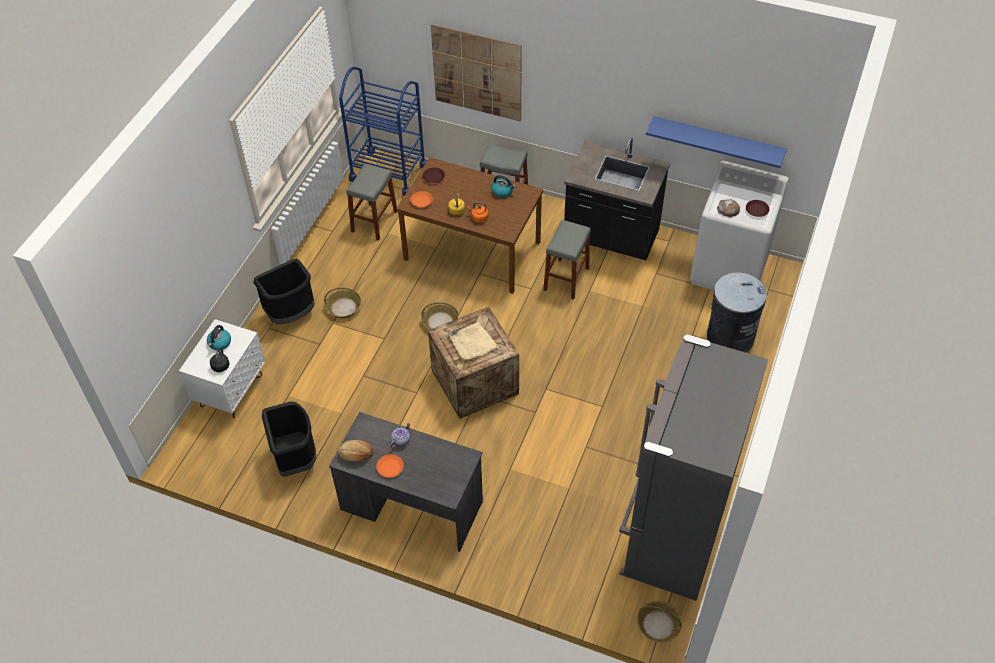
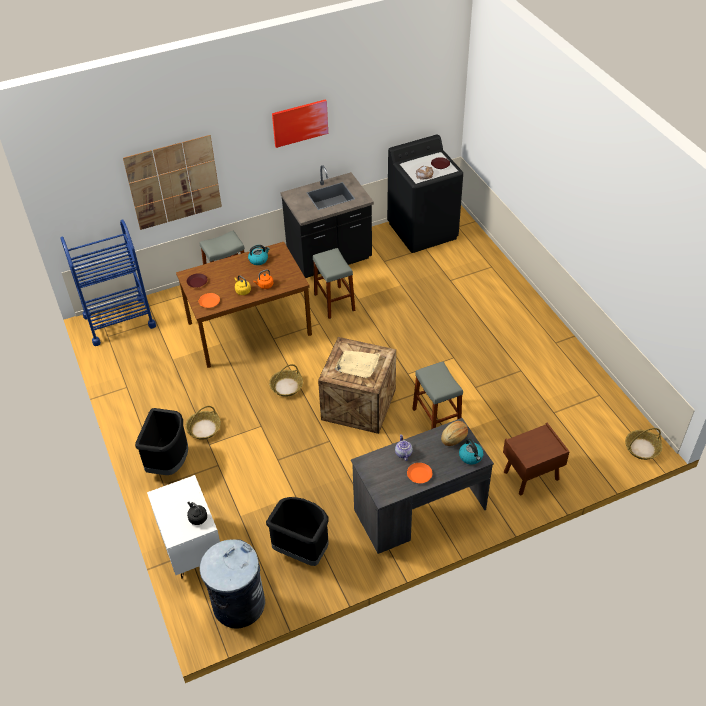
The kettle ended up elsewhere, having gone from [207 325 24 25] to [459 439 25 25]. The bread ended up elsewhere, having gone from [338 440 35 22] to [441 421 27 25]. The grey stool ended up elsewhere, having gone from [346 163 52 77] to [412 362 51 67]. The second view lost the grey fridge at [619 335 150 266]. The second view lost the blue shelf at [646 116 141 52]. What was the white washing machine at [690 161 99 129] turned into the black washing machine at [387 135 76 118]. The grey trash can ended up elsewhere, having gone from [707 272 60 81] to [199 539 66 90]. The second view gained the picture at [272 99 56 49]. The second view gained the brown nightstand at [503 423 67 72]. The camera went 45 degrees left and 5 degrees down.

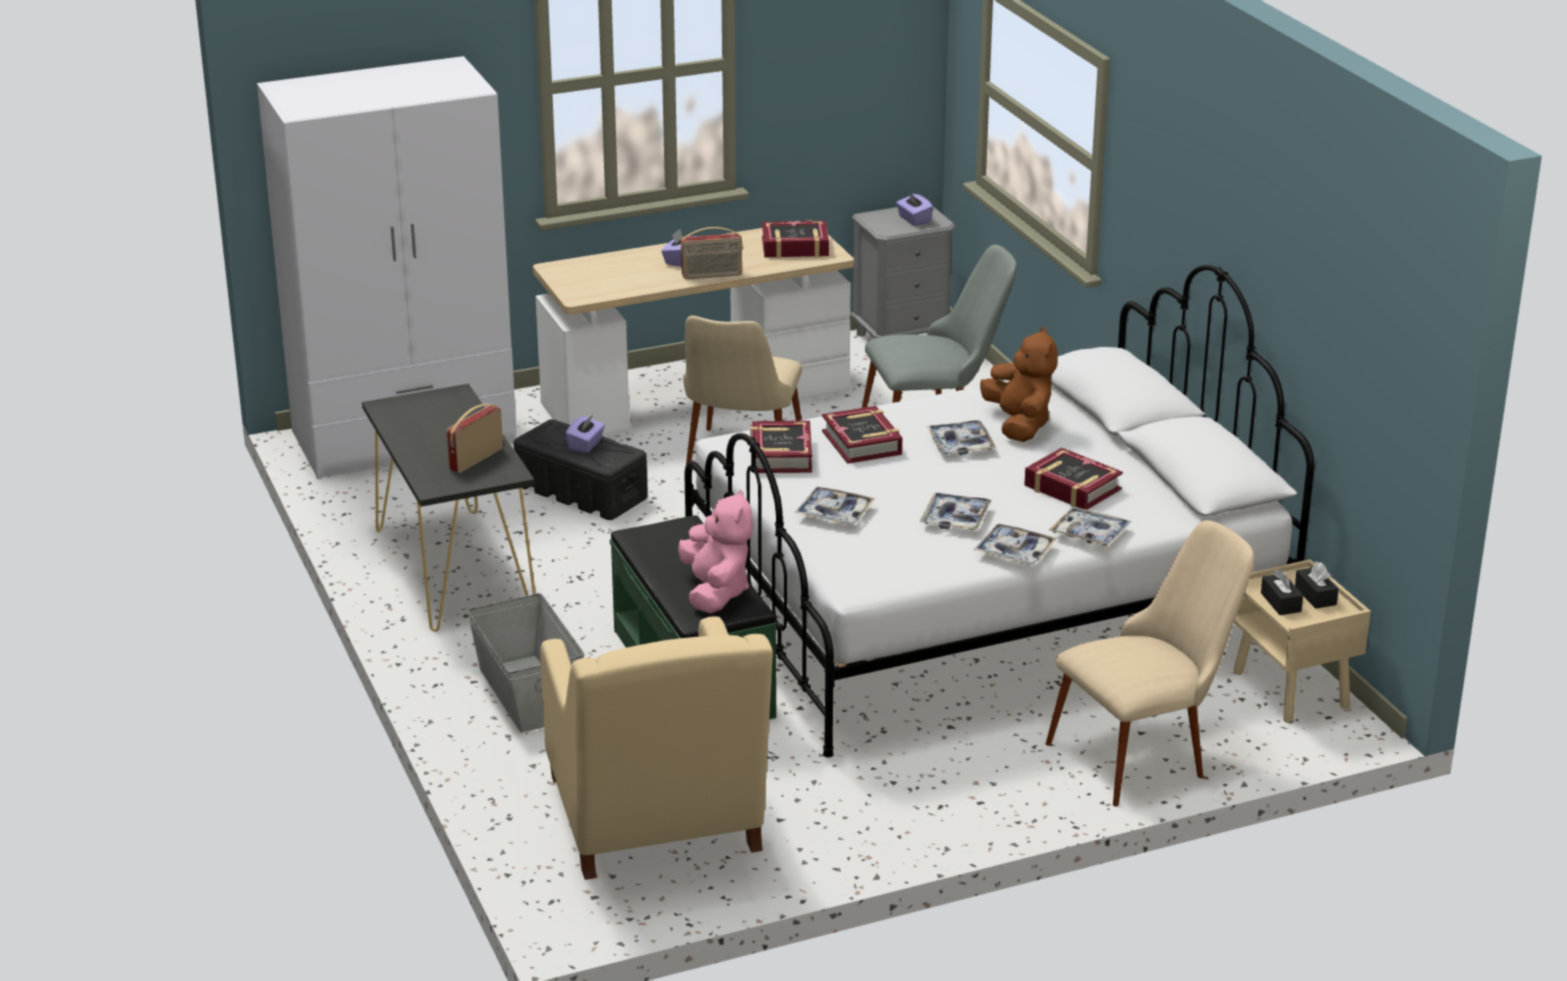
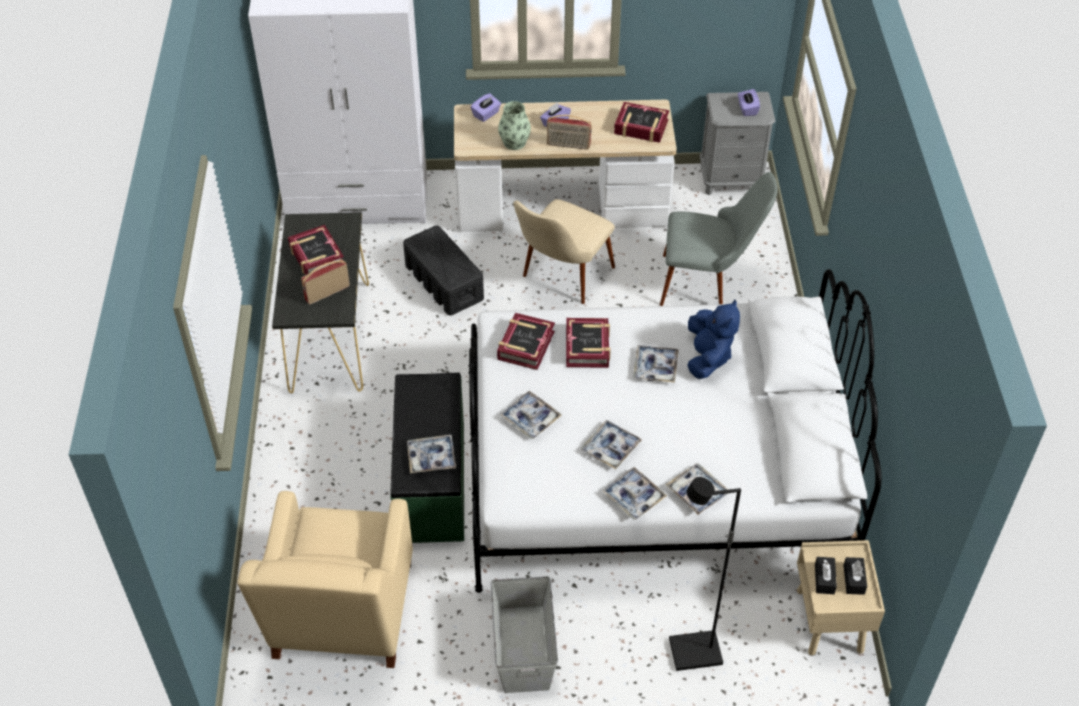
The grey storage box ended up elsewhere, having gone from [467 593 118 140] to [491 576 67 117]. The purple tissue box ended up elsewhere, having gone from [565 415 40 38] to [471 93 30 29]. Where the pink plush toy stood at [678 489 75 125], the tray came to stand at [407 435 49 38]. What was the brown plush toy at [980 327 78 115] turned into the blue plush toy at [687 300 53 79]. The book ended up elsewhere, having gone from [1024 448 99 62] to [288 225 56 50]. Where the beige chair stood at [1046 520 208 287], the black floor lamp came to stand at [669 477 72 194]. The second view gained the vase at [498 101 33 49]. The camera went 20 degrees right and 20 degrees up.

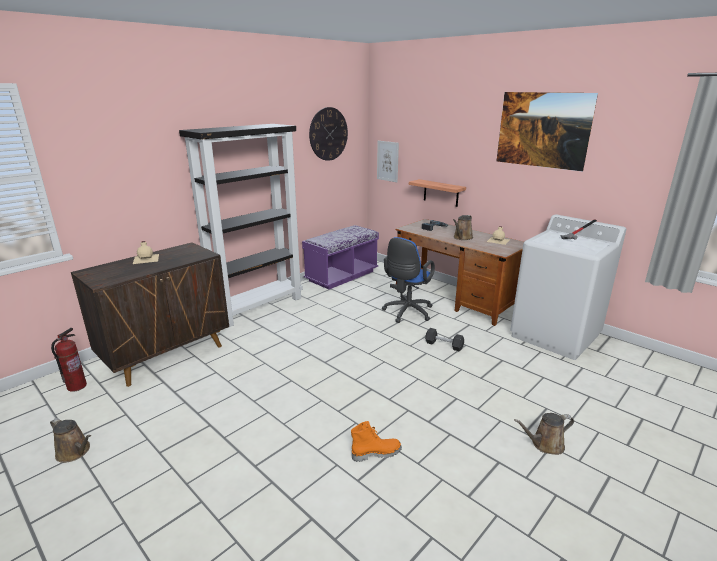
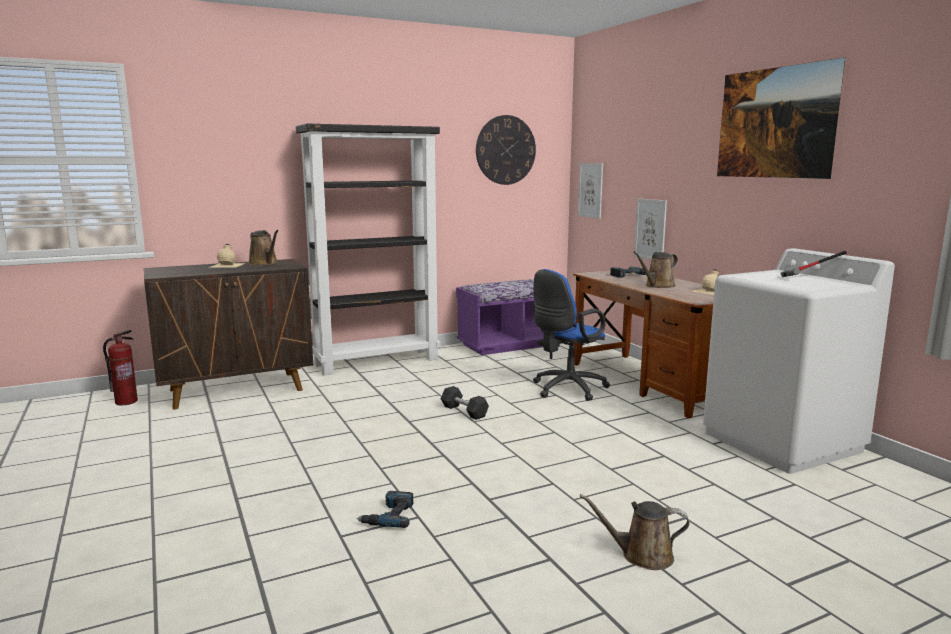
The brown watering can ended up elsewhere, having gone from [50 418 41 45] to [248 230 31 36]. Where the orange boot stood at [351 421 51 41], the power drill came to stand at [357 491 56 37]. Where the shelf hung at [409 179 57 28], the picture came to hang at [634 198 33 62]. The black dumbbell ended up elsewhere, having gone from [425 328 39 23] to [441 386 48 34]. The camera went 20 degrees right and 10 degrees down.

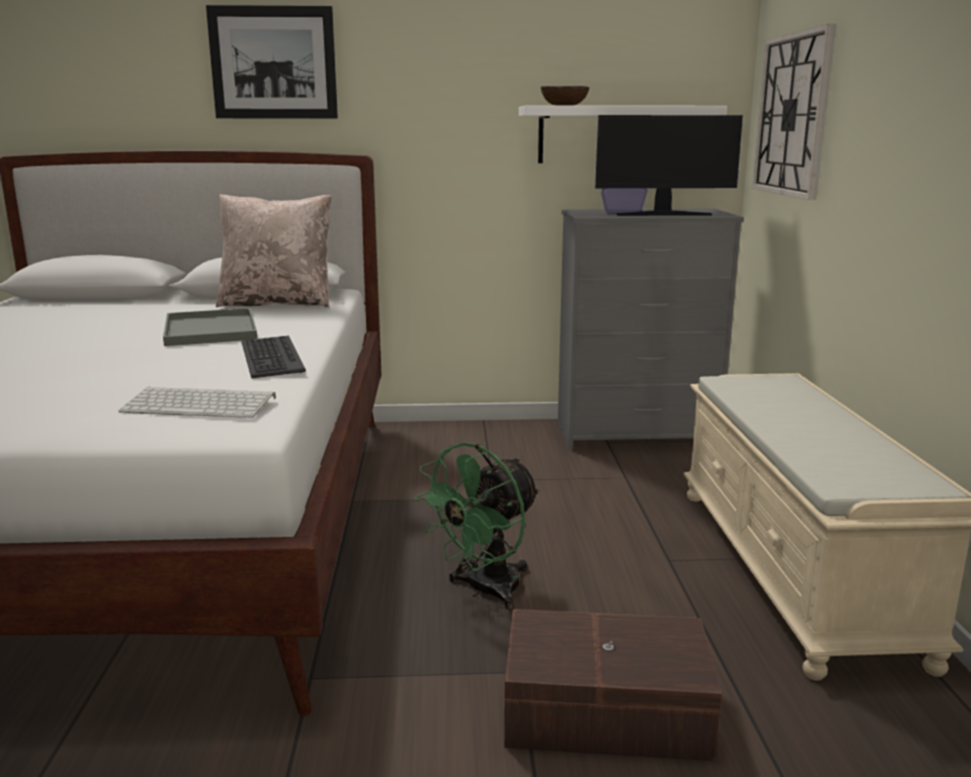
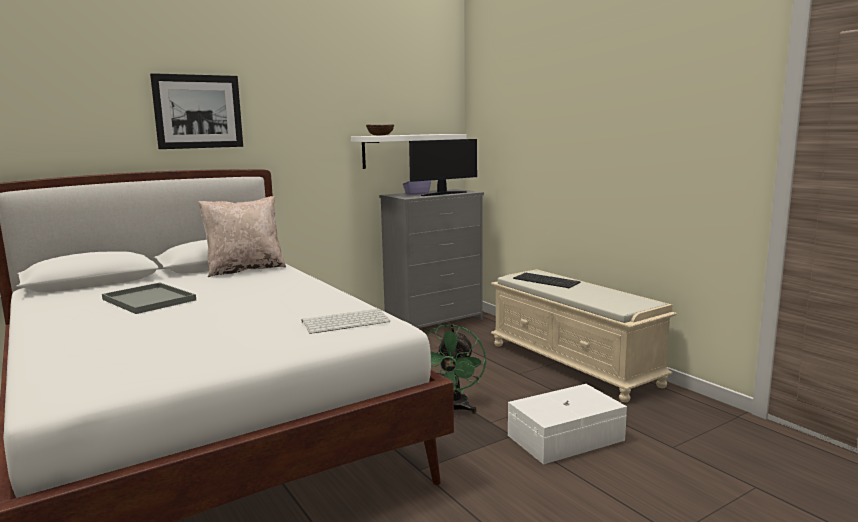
The grey tray ended up elsewhere, having gone from [163 308 94 38] to [102 283 94 31]. The keyboard ended up elsewhere, having gone from [242 336 64 43] to [513 272 68 16]. What was the brown storage box at [504 609 218 152] turned into the white storage box at [508 384 119 81]. The second view lost the wall clock at [752 24 84 176]. The camera went 30 degrees left and 5 degrees down.

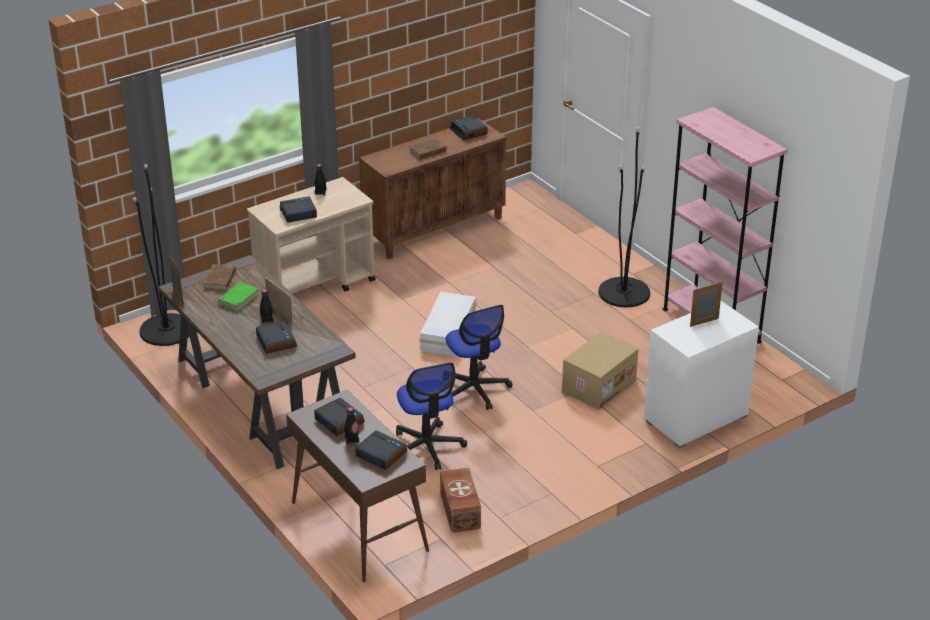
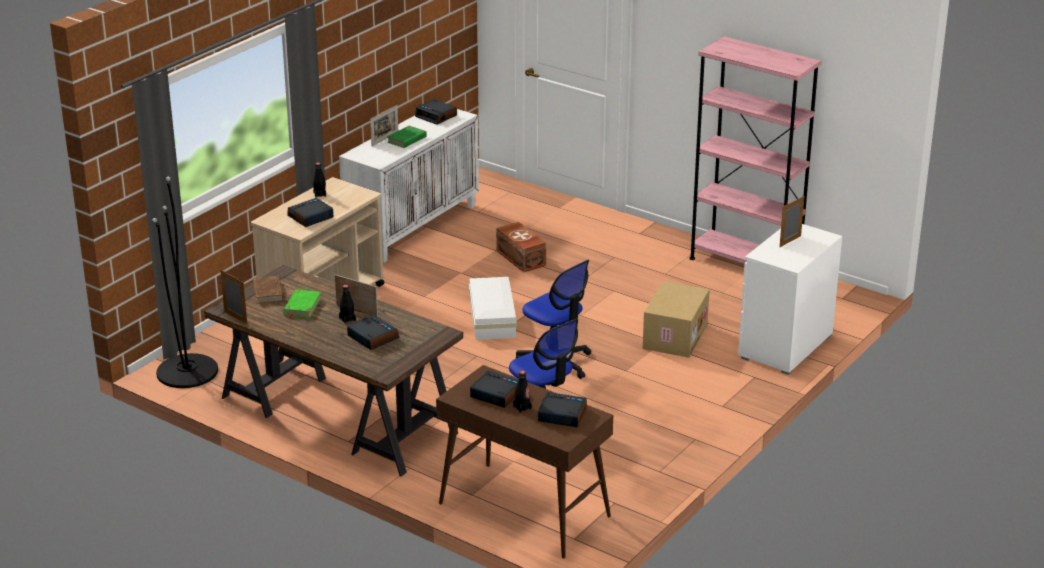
What was the brown cabinet at [359 119 148 140] turned into the white cabinet at [339 109 140 154]. What was the brown book at [409 138 39 22] turned into the green book at [387 126 40 22]. The brown storage box ended up elsewhere, having gone from [440 468 41 65] to [496 222 50 50]. The second view lost the black floor lamp at [598 127 52 180]. The second view gained the picture frame at [370 105 28 42]. The camera went 20 degrees left and 5 degrees down.

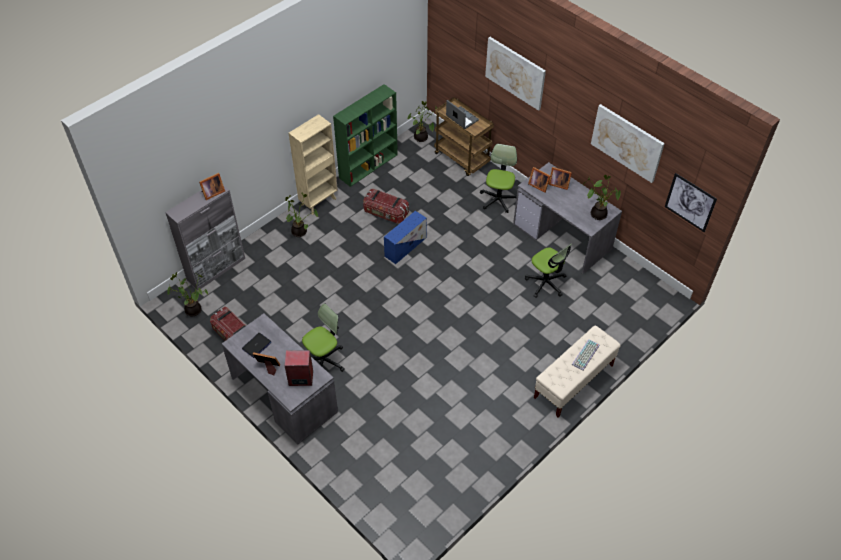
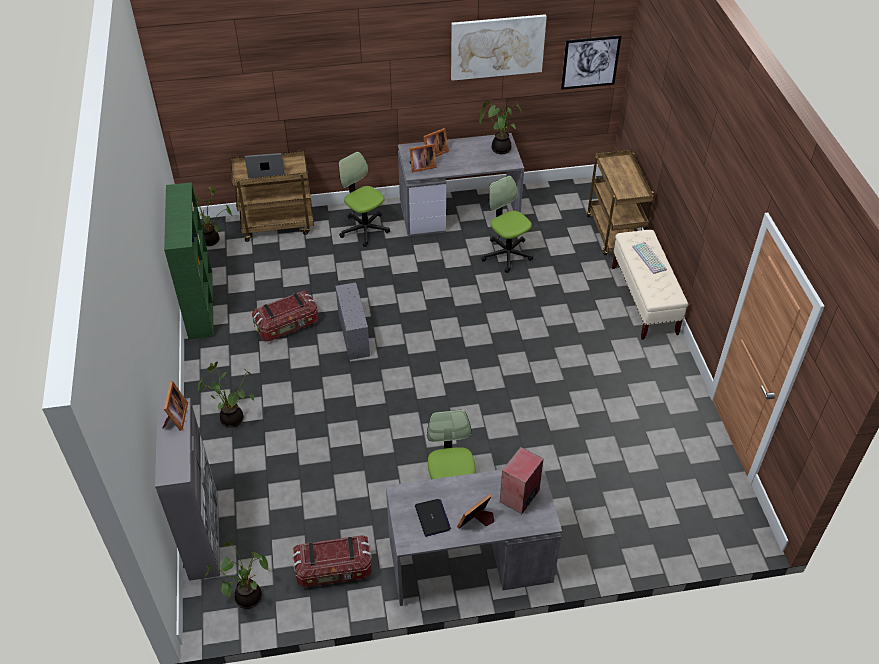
The second view lost the beige bookcase at [289 114 49 101]. What was the blue storage box at [384 211 43 53] turned into the grey storage box at [335 282 35 78]. The second view lost the picture at [485 37 61 74]. The office chair at [525 244 47 54] ended up facing another way, 120 degrees counterclockwise from before. The second view gained the brown cart at [587 150 67 105]. The camera went 55 degrees left and 5 degrees down.

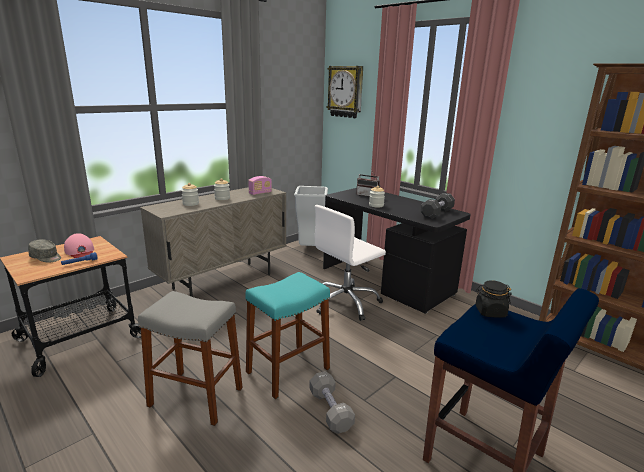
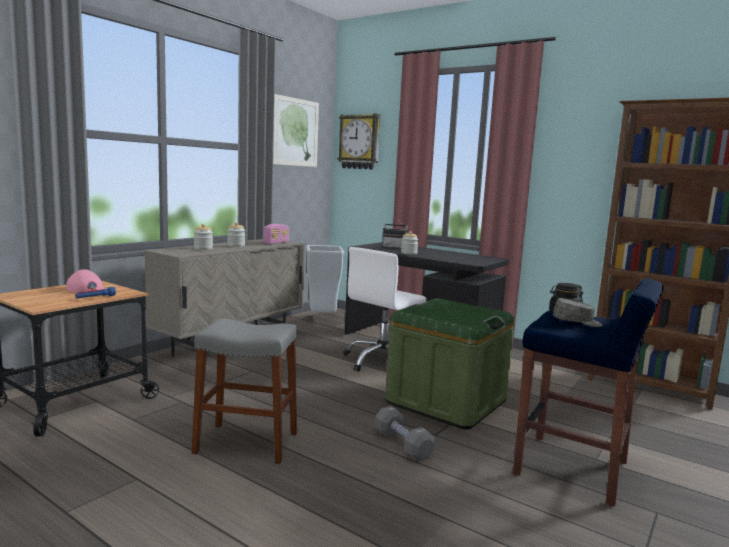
The grey cap ended up elsewhere, having gone from [28 239 33 24] to [553 298 49 29]. The second view lost the turquoise stool at [245 272 85 127]. The second view lost the black dumbbell at [421 193 34 26]. The second view gained the picture at [273 94 46 73]. The second view gained the green storage box at [385 298 129 131]. The camera went 10 degrees left and 10 degrees down.

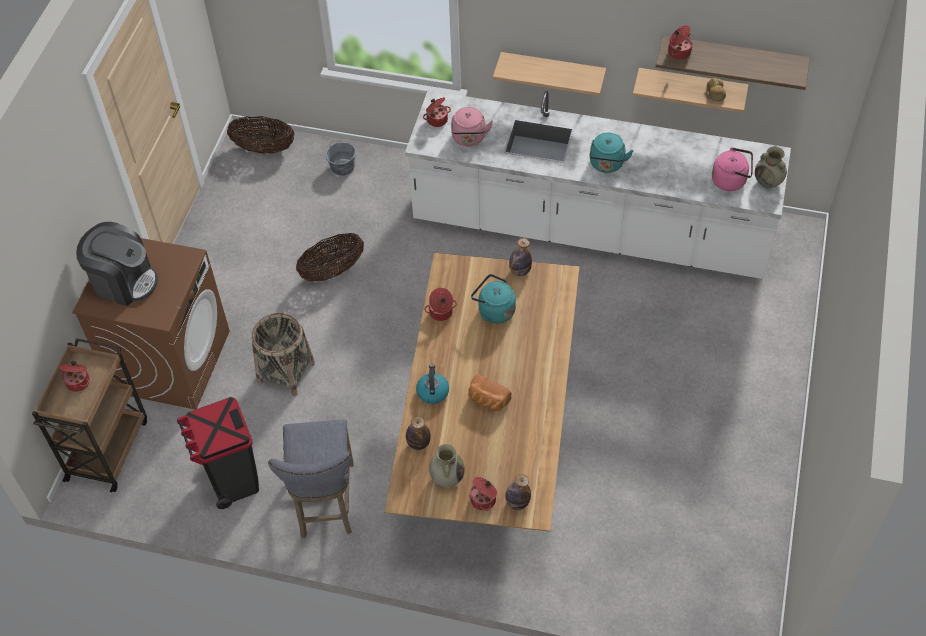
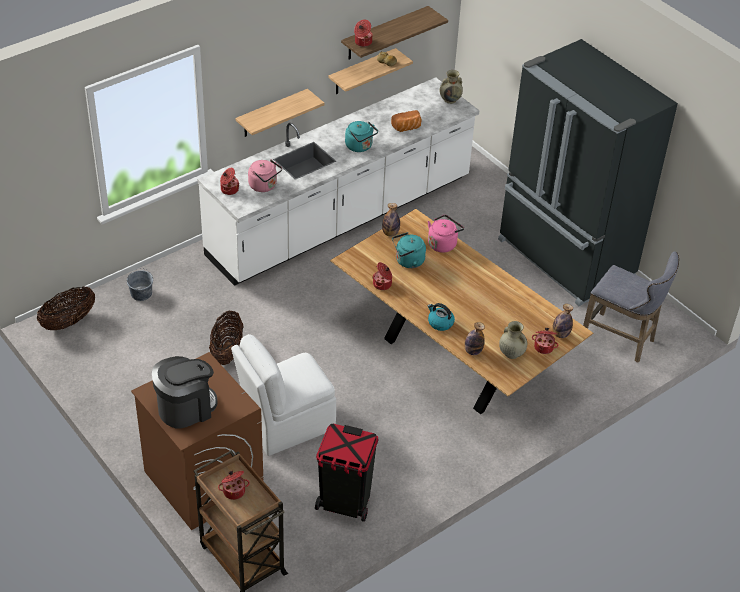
Where the basket stood at [252 313 63 83], the white chair came to stand at [231 334 105 122]. The grey stool ended up elsewhere, having gone from [268 419 86 119] to [583 251 96 112]. The bread ended up elsewhere, having gone from [468 374 44 37] to [391 110 31 22]. The pink kettle ended up elsewhere, having gone from [712 147 41 44] to [428 215 36 38]. The second view gained the black fridge at [498 39 180 267]. The camera went 55 degrees left and 10 degrees down.

